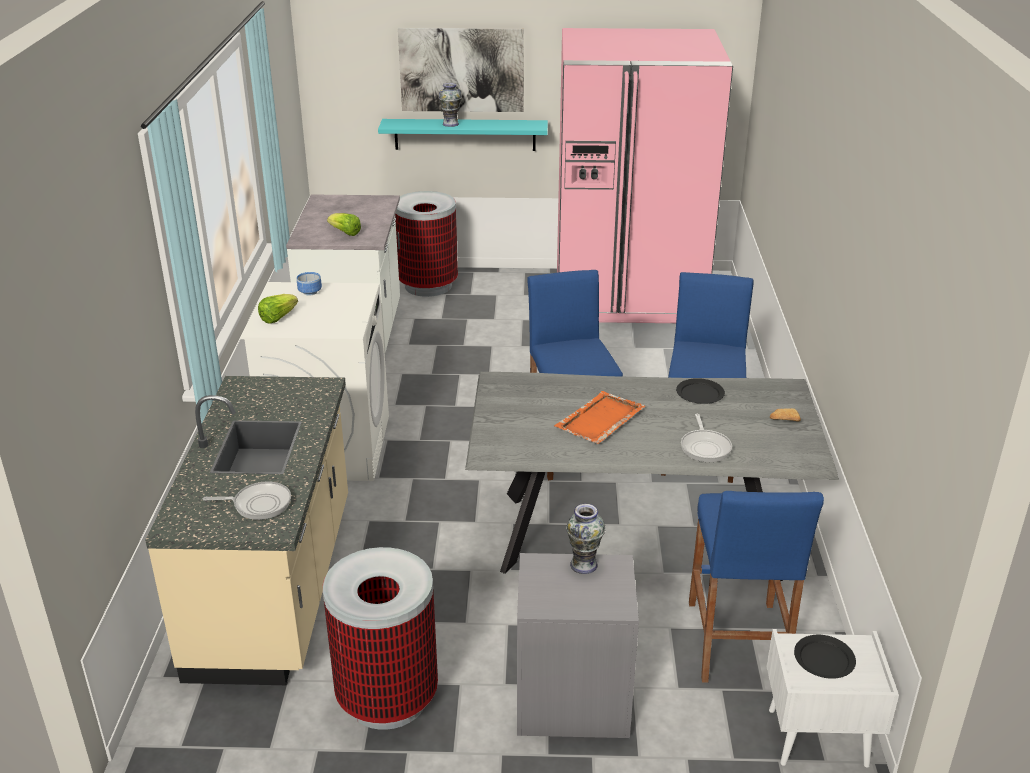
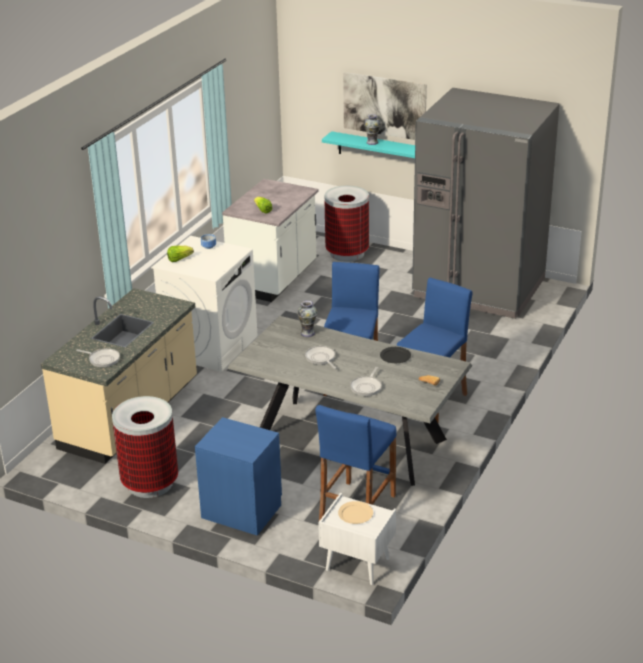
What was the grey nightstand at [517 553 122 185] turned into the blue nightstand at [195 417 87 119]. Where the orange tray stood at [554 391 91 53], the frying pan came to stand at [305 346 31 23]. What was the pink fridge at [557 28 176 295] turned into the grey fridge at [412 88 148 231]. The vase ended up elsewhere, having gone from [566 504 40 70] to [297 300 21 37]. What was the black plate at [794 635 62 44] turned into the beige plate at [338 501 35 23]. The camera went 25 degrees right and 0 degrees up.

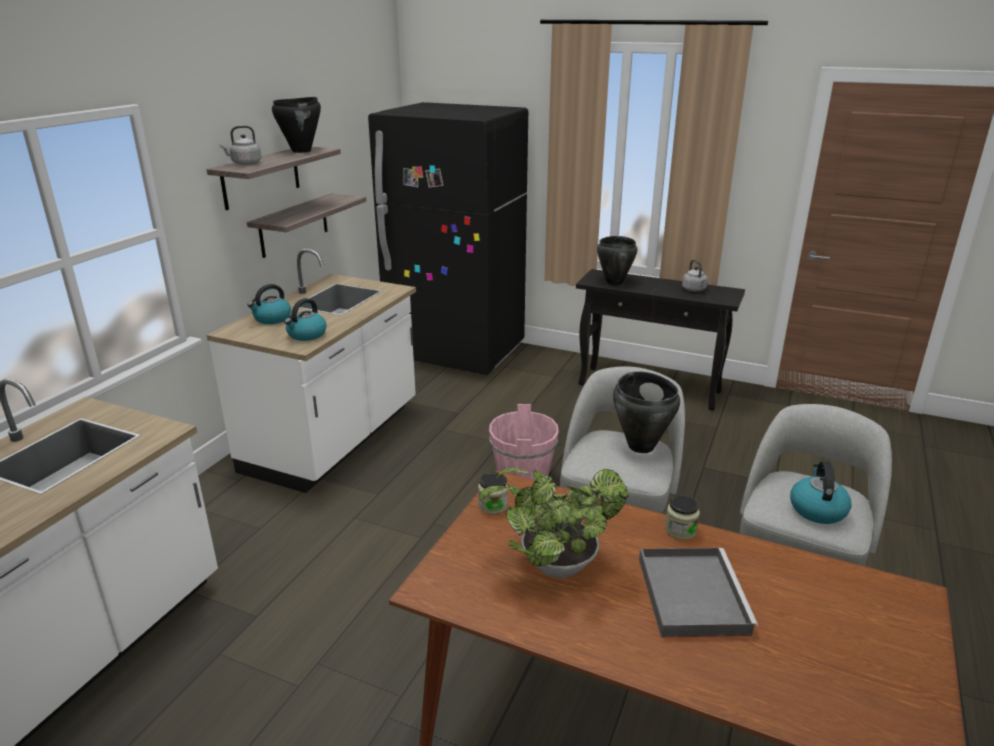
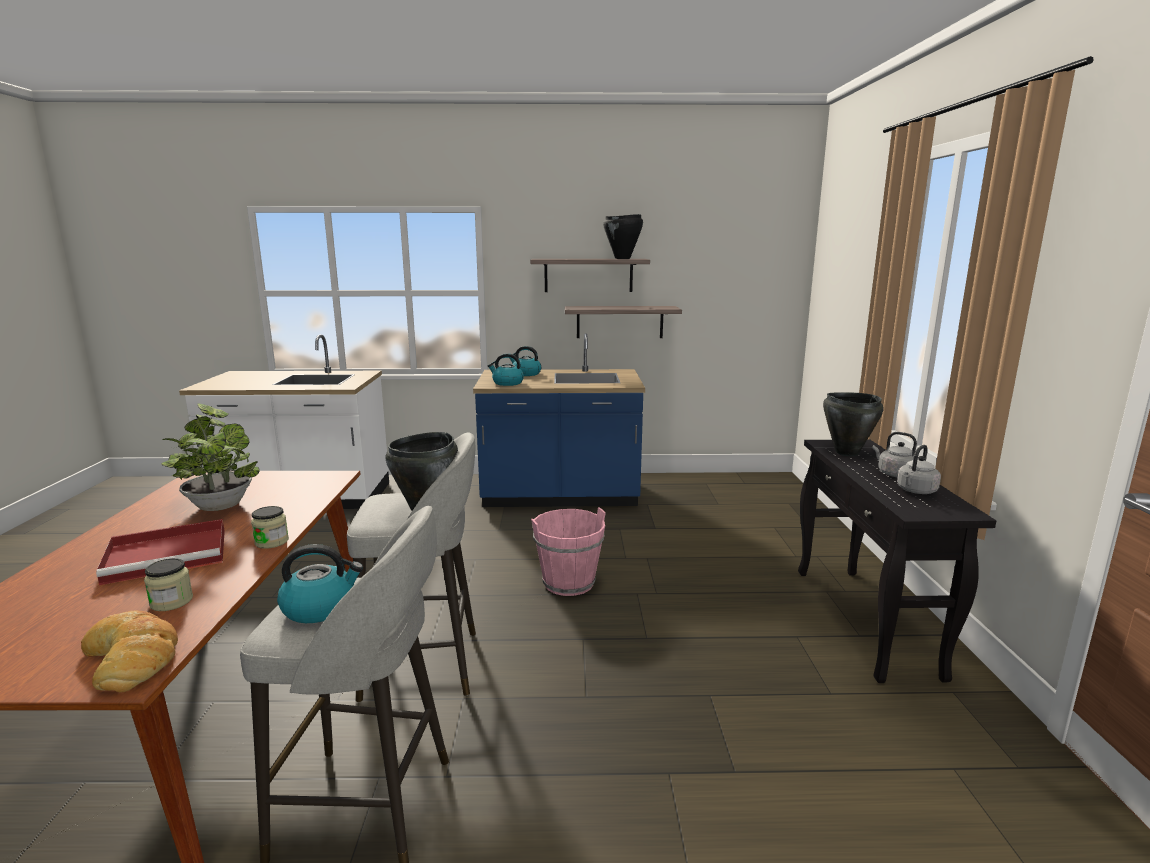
What was the white counter at [207 249 209 244] turned into the blue counter at [473 333 172 174]. The grey kettle ended up elsewhere, having gone from [220 126 41 39] to [872 432 47 45]. The second view lost the black fridge at [368 102 160 273]. The jar ended up elsewhere, having gone from [478 472 30 42] to [144 558 49 53]. What was the grey tray at [639 548 119 89] turned into the red tray at [96 519 129 66]. The second view gained the bread at [81 610 97 82]. The camera went 65 degrees right and 10 degrees down.

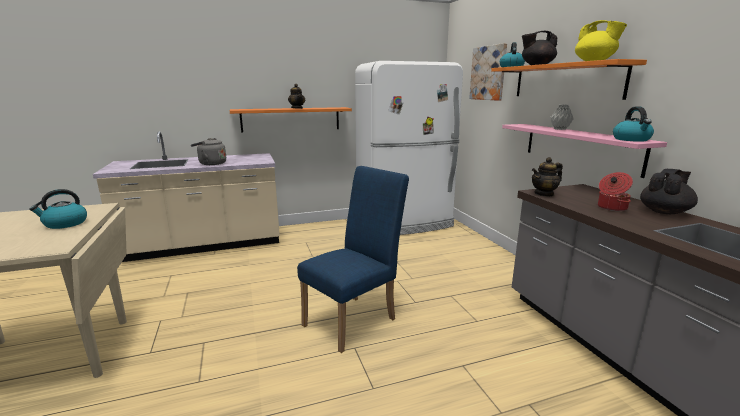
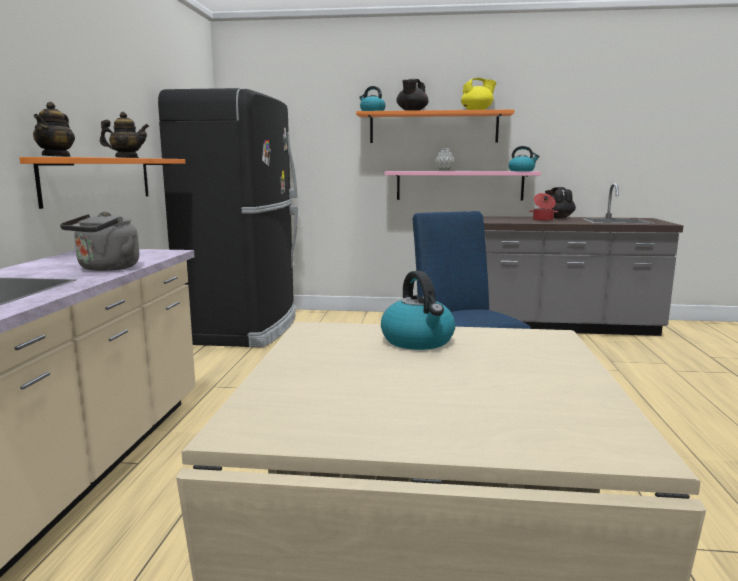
What was the white fridge at [355 61 108 174] turned into the black fridge at [158 88 140 260]. The second view lost the picture at [469 43 38 58]. The teapot ended up elsewhere, having gone from [532 157 31 40] to [33 102 42 55]. The camera went 65 degrees left and 5 degrees down.

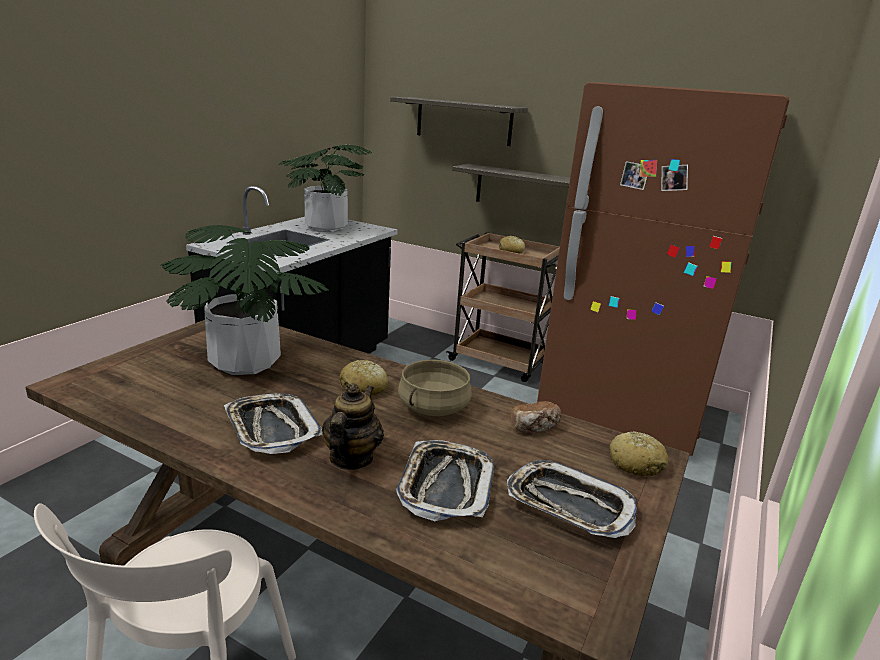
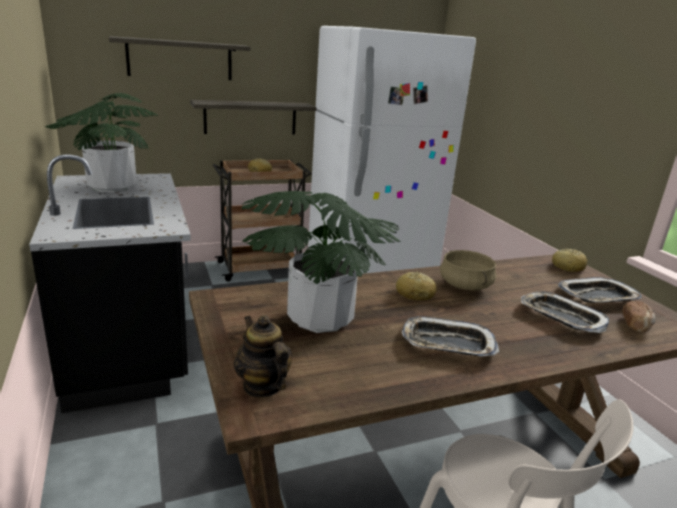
The teapot ended up elsewhere, having gone from [322 384 62 86] to [234 315 58 83]. The bread ended up elsewhere, having gone from [511 401 50 32] to [623 301 33 31]. What was the brown fridge at [537 82 252 374] turned into the white fridge at [308 26 168 248]. The camera went 50 degrees left and 0 degrees up.

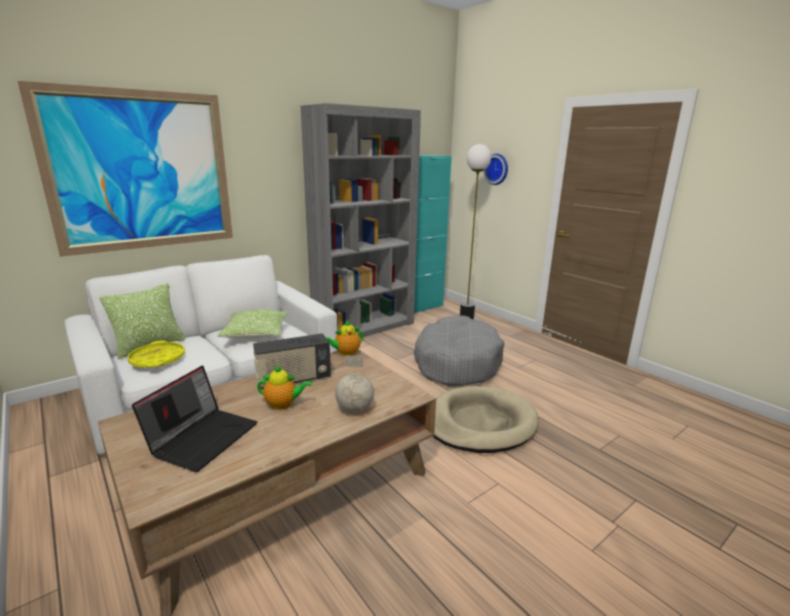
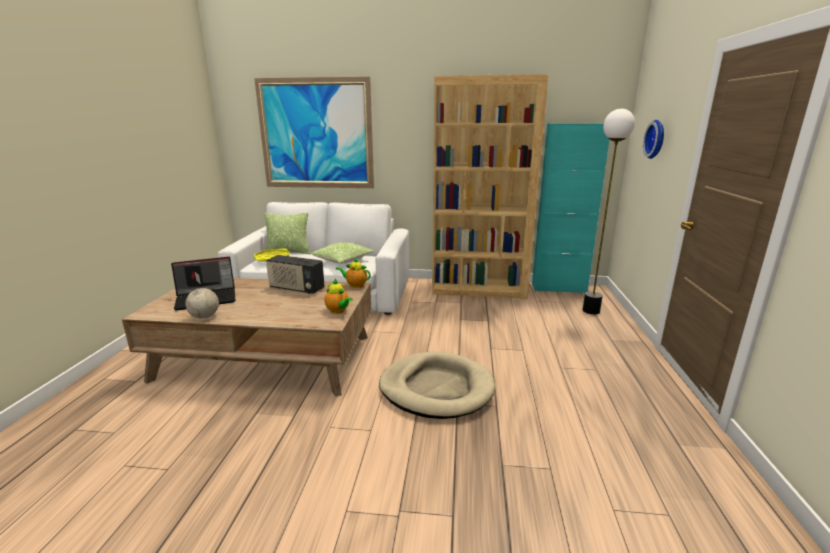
The teapot ended up elsewhere, having gone from [257 365 55 45] to [324 279 28 35]. What was the grey bookcase at [300 103 121 235] turned into the brown bookcase at [432 74 116 225]. The globe ended up elsewhere, having gone from [335 355 39 57] to [185 272 34 46]. The second view lost the grey dog bed at [414 316 91 71]. The camera went 45 degrees right and 0 degrees up.

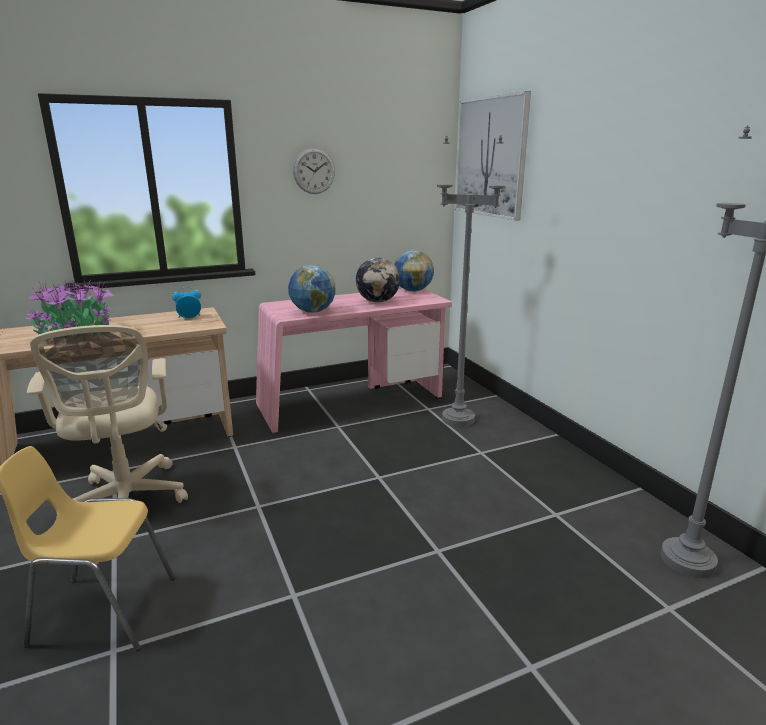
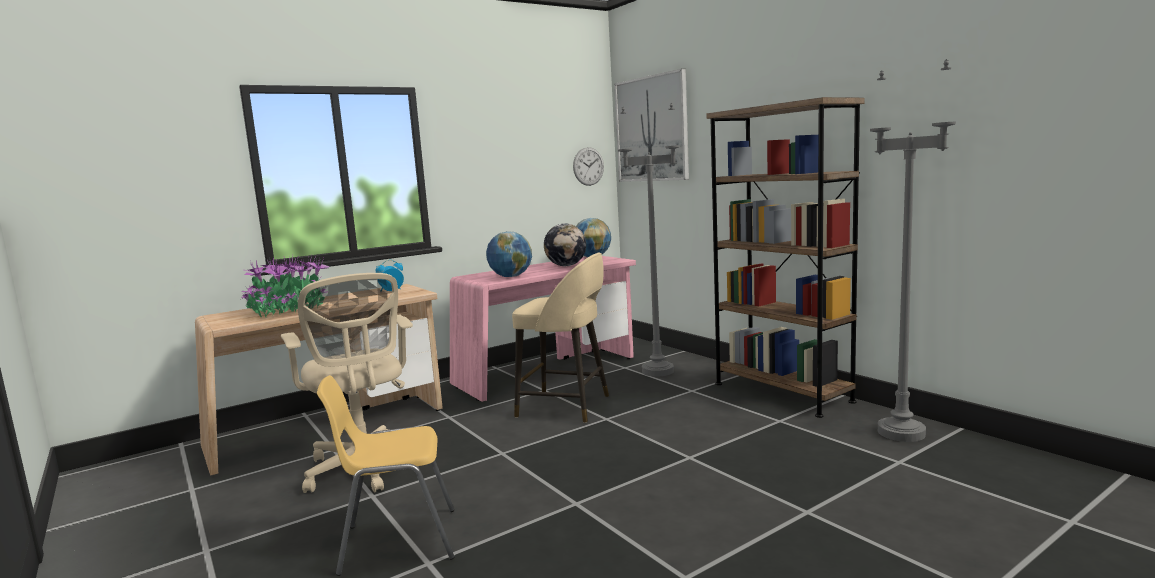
The wall clock ended up elsewhere, having gone from [293 148 42 46] to [573 147 31 39]. The second view gained the beige stool at [512 253 97 170]. The second view gained the brown bookcase at [707 97 158 321]. The camera went 10 degrees left and 10 degrees down.

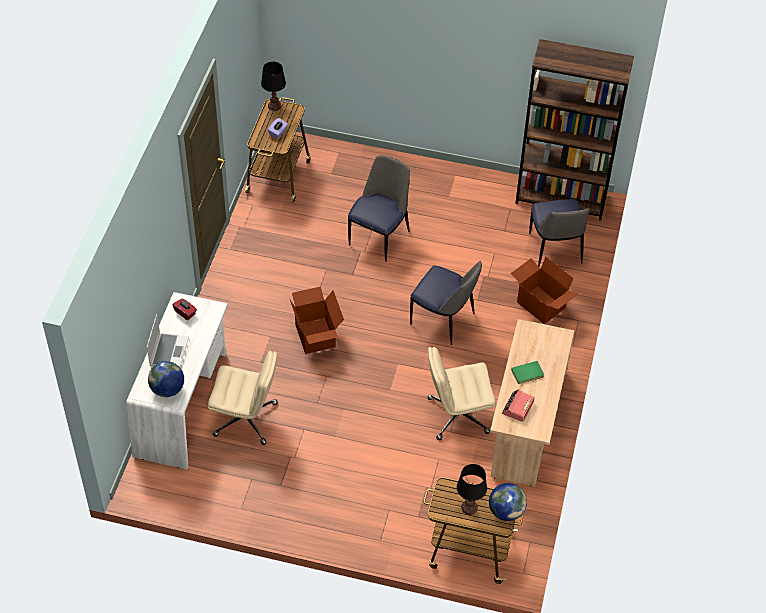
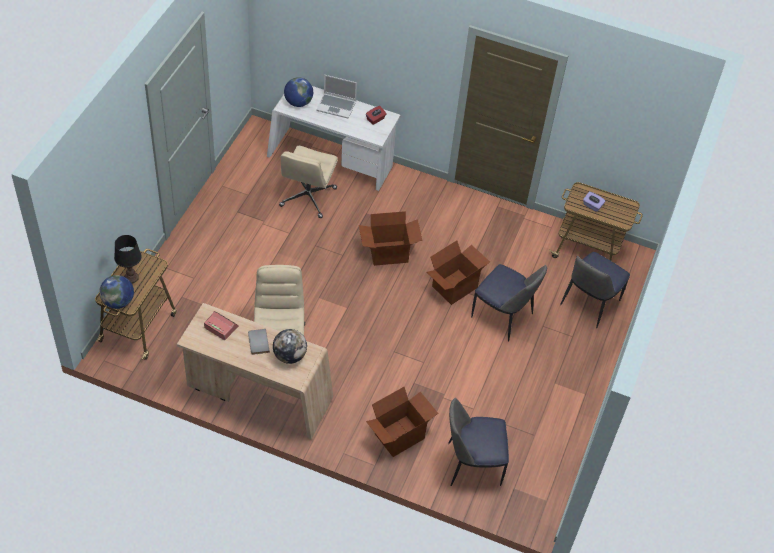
The second view lost the black table lamp at [261 62 25 49]. The chair ended up elsewhere, having gone from [410 261 72 84] to [560 252 70 76]. What was the green book at [511 361 33 23] turned into the grey book at [248 329 22 26]. The second view lost the brown bookcase at [515 39 119 182]. The second view gained the globe at [273 329 34 35]. The second view gained the cardboard box at [427 240 63 65]. The camera went 95 degrees right and 0 degrees up.

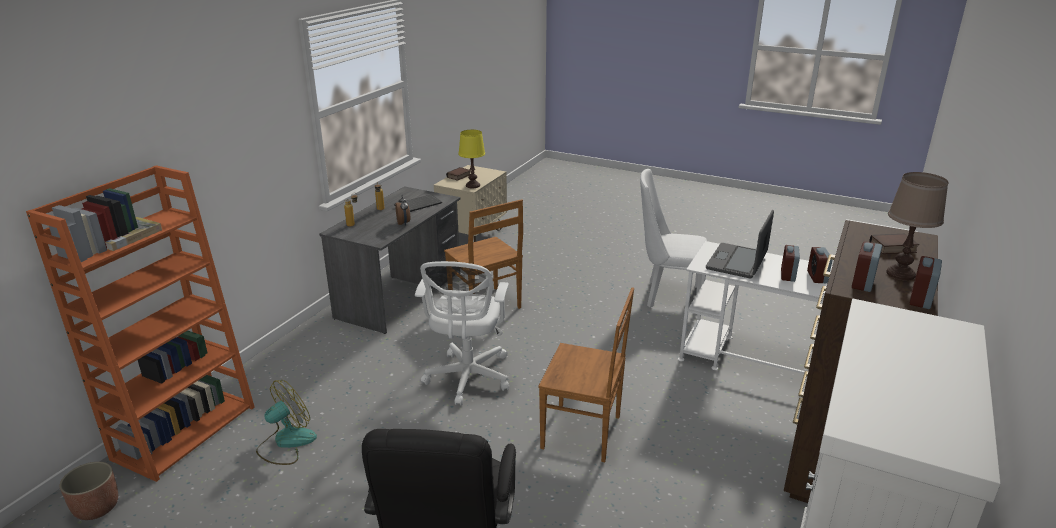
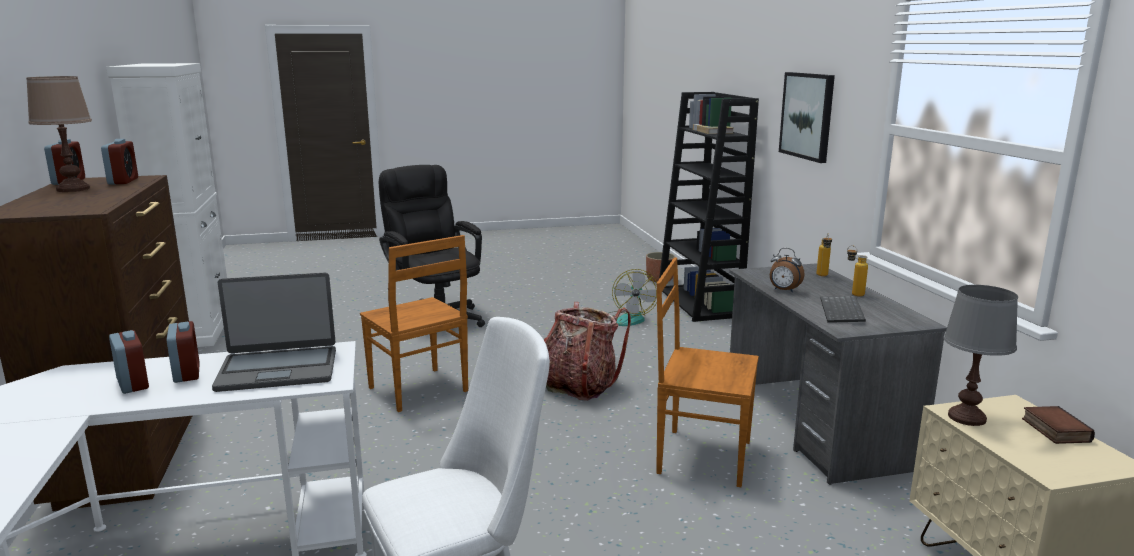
What was the orange bookcase at [26 165 229 317] turned into the black bookcase at [659 92 100 230]. Where the white office chair stood at [415 261 94 144], the backpack came to stand at [544 302 87 99]. What was the yellow table lamp at [458 130 27 58] turned into the grey table lamp at [943 285 75 141]. The brown chair at [539 287 95 175] ended up facing another way, 105 degrees counterclockwise from before. The laptop at [706 210 68 69] ended up facing another way, 90 degrees clockwise from before. The second view lost the book at [869 234 50 20]. The second view gained the picture at [779 72 56 91]. The camera went 140 degrees right and 10 degrees down.

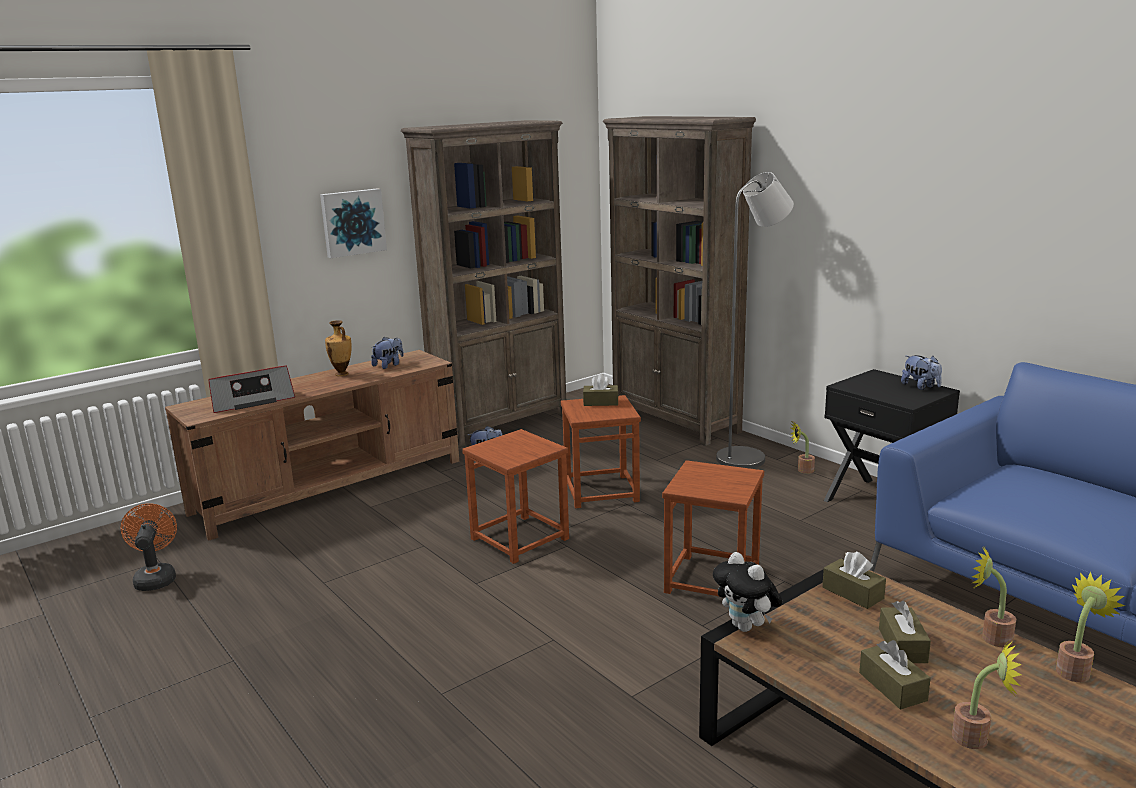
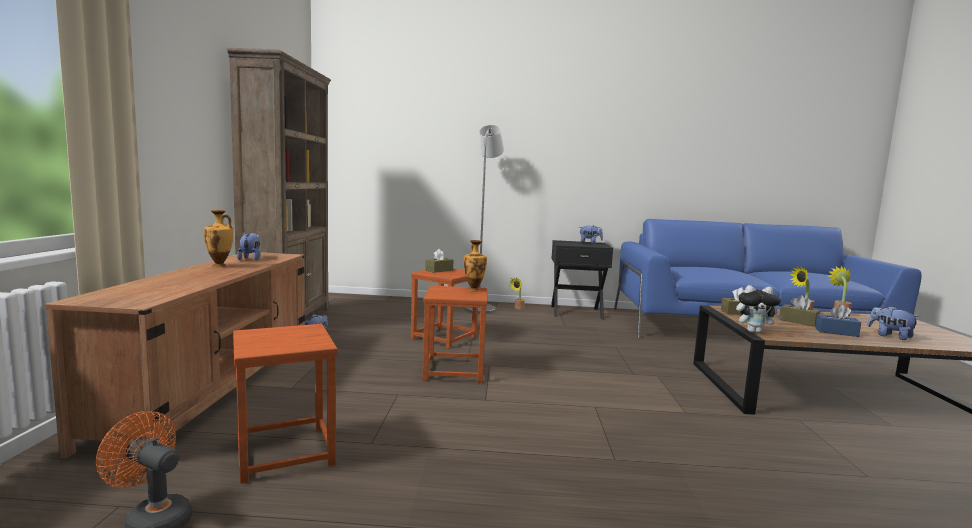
The second view lost the radio at [208 366 87 47]. The second view lost the picture at [320 188 67 70]. The second view lost the brown bookcase at [603 116 153 330]. The brown stool ended up elsewhere, having gone from [662 460 102 137] to [233 324 105 160]. What was the brown tissue box at [859 640 72 70] turned into the blue tissue box at [815 304 46 33]. Where the potted plant stood at [952 639 70 110], the plush toy came to stand at [867 306 53 34]. The second view gained the vase at [464 240 23 52]. The camera went 50 degrees left and 10 degrees down.

